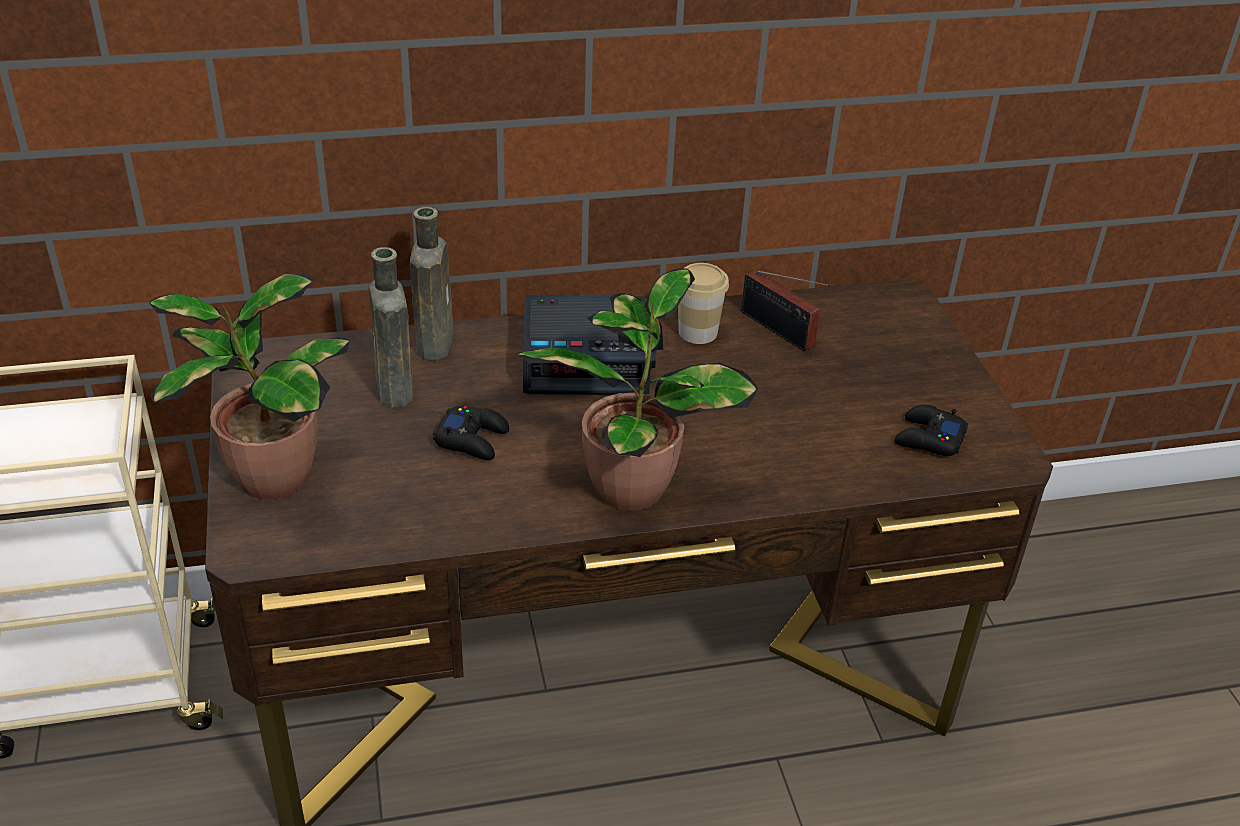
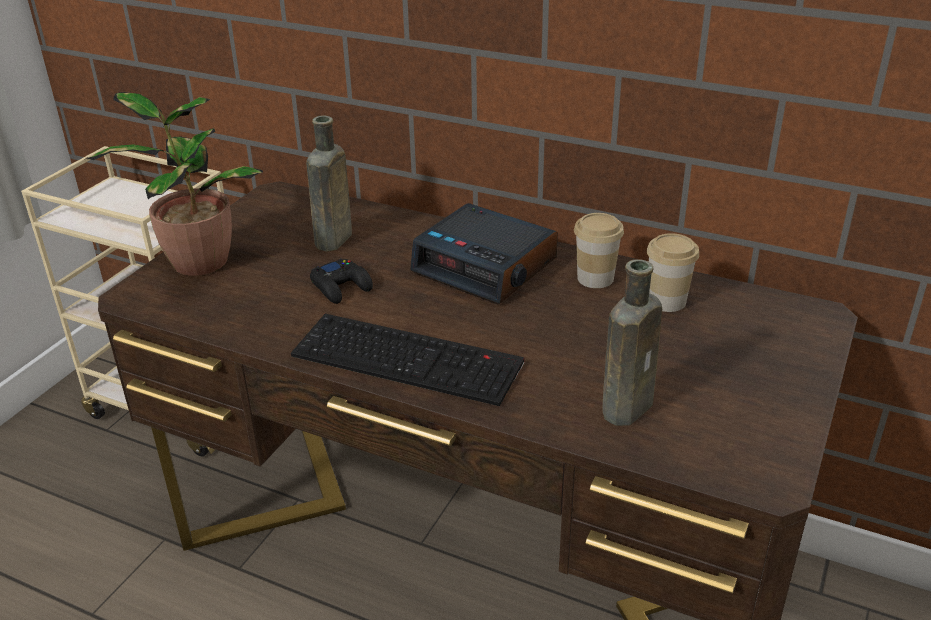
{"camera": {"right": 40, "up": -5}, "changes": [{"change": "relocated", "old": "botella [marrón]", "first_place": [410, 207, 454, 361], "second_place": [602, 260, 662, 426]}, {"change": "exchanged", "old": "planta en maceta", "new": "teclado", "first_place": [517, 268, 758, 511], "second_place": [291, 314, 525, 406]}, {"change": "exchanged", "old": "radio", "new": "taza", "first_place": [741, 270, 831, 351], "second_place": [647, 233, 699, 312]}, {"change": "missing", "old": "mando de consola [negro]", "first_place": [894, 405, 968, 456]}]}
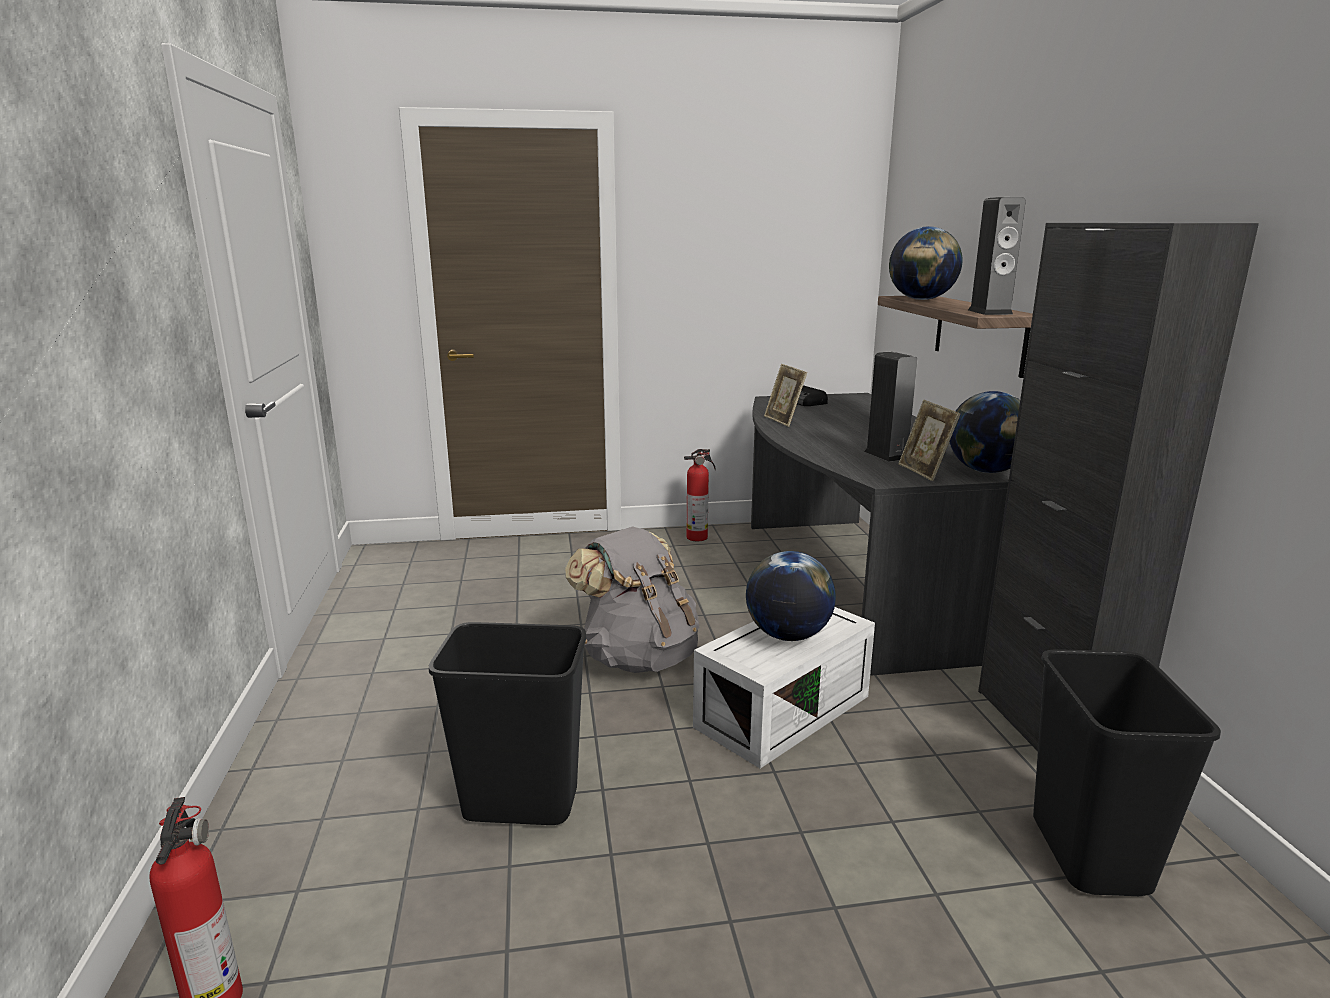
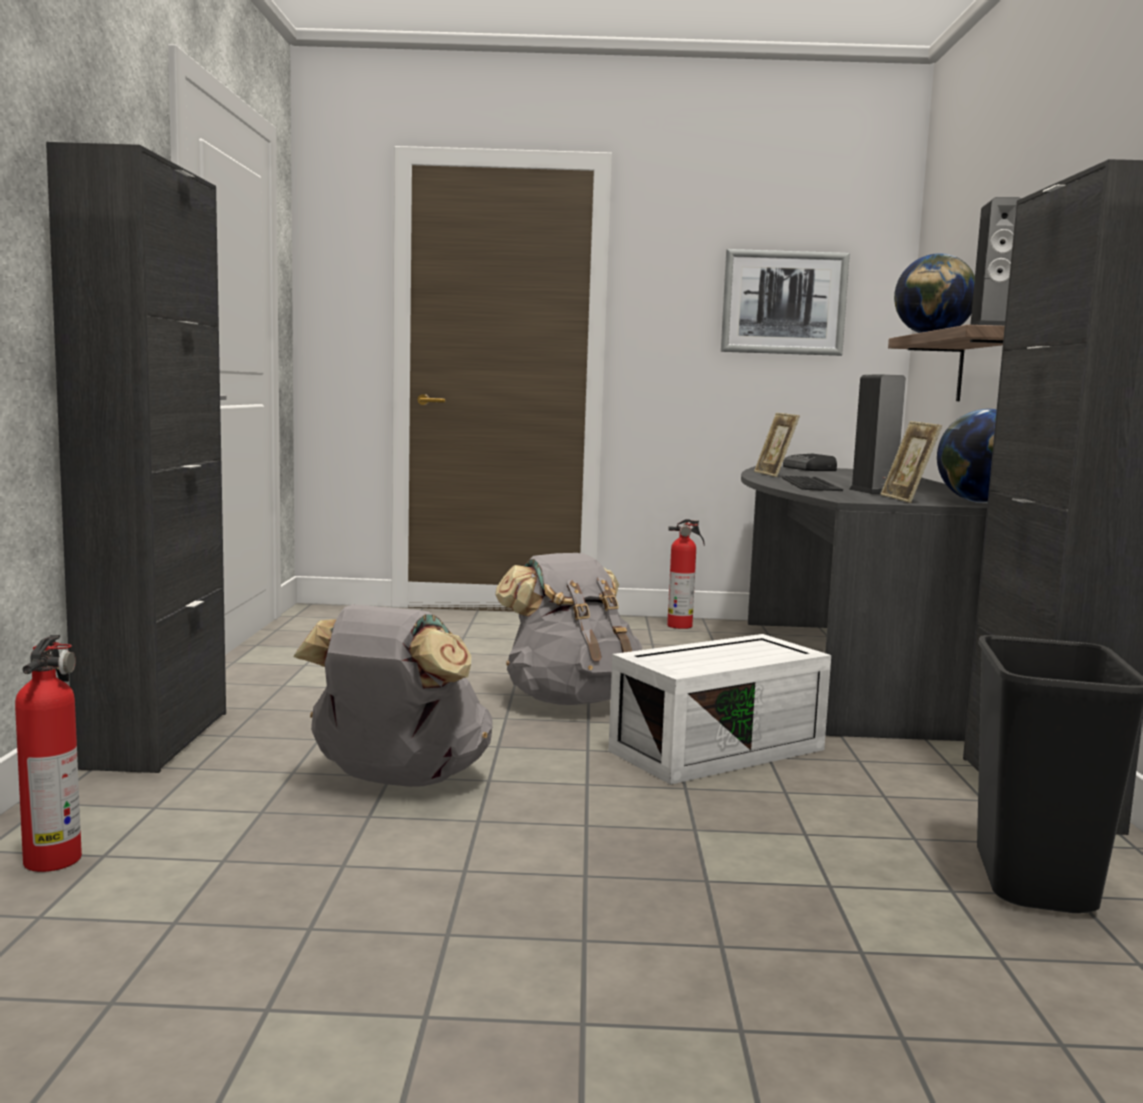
{"camera": {"right": 10, "up": -10}, "changes": [{"change": "missing", "old": "globo terráqueo", "first_place": [746, 551, 836, 641]}, {"change": "exchanged", "old": "papelera [negro]", "new": "mochila [gris]", "first_place": [429, 622, 586, 825], "second_place": [293, 604, 493, 787]}, {"change": "appeared", "new": "armario [negro]", "second_place": [46, 142, 226, 773]}, {"change": "appeared", "new": "cuadro", "second_place": [721, 249, 850, 356]}, {"change": "appeared", "new": "teclado", "second_place": [782, 476, 843, 491]}]}
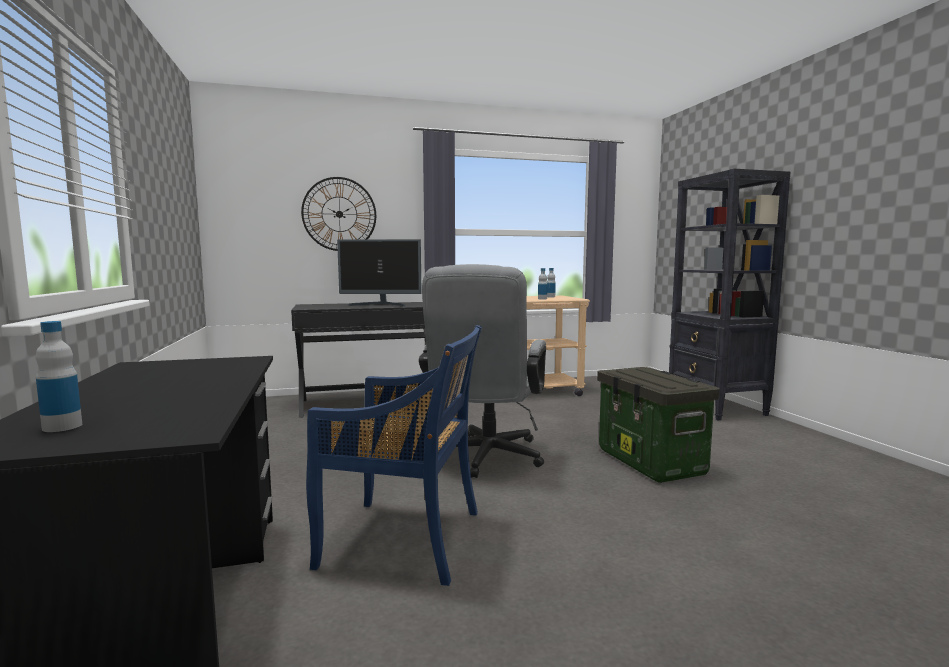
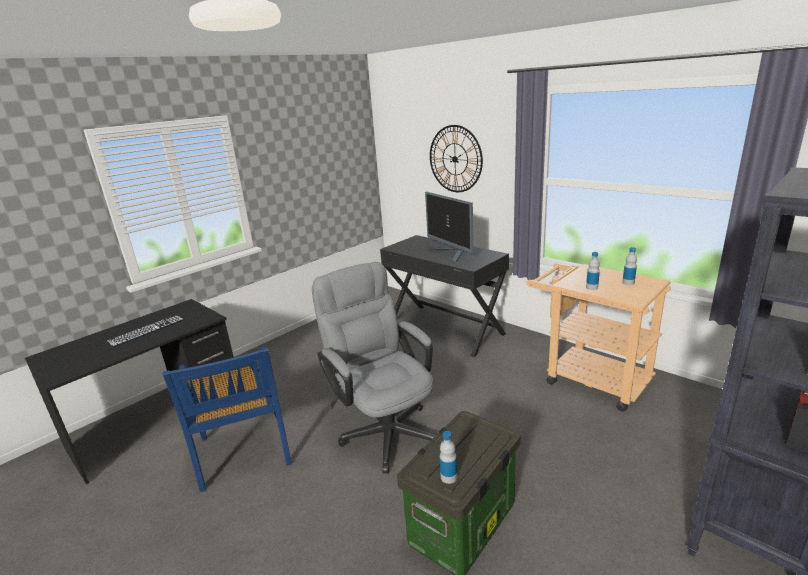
{"camera": {"right": 60, "up": 15}, "changes": [{"change": "spun", "old": "silla de oficina [gris]", "first_place": [419, 264, 546, 478], "second_place": [312, 262, 436, 473], "degrees": 75}, {"change": "relocated", "old": "botella", "first_place": [36, 321, 82, 432], "second_place": [440, 431, 457, 484]}, {"change": "appeared", "new": "teclado", "second_place": [106, 315, 184, 347]}]}
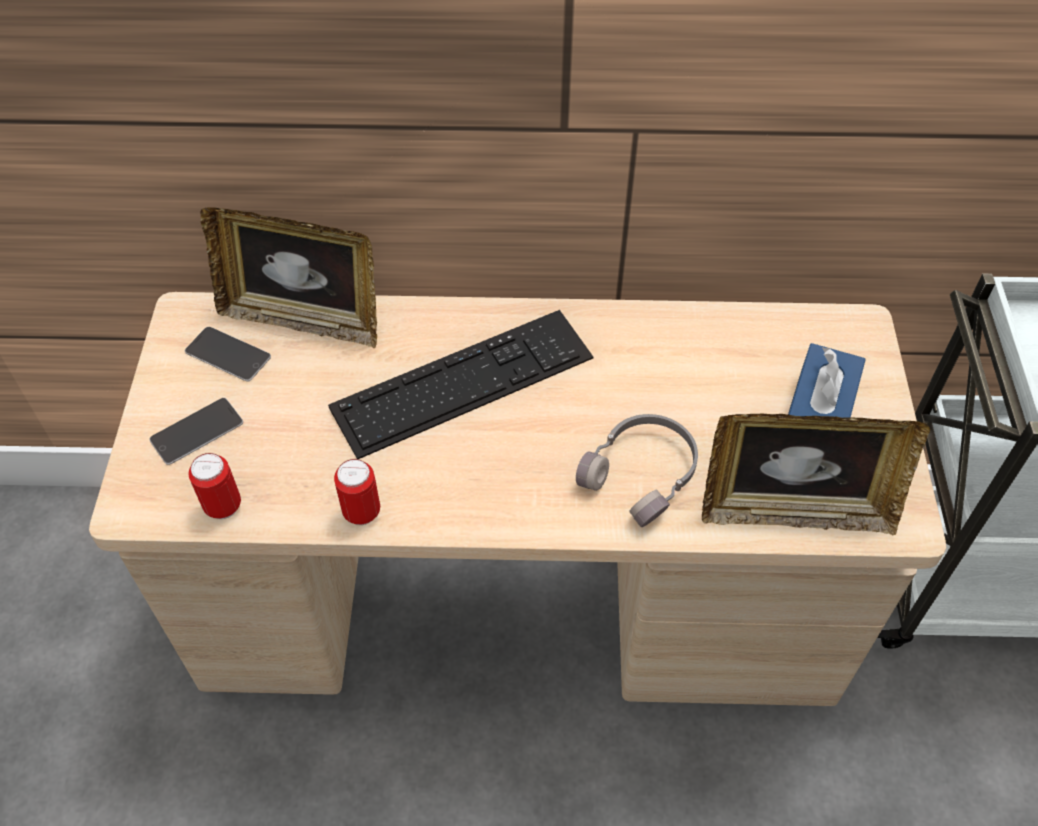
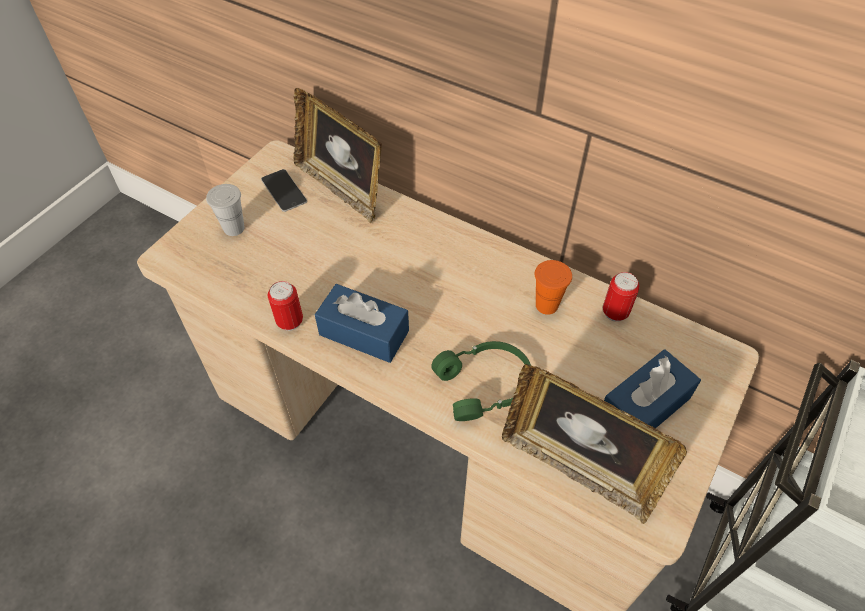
{"camera": {"right": 30, "up": 0}, "changes": [{"change": "missing", "old": "teclado", "first_place": [328, 310, 594, 459]}, {"change": "exchanged", "old": "móvil", "new": "taza [blanco]", "first_place": [149, 398, 243, 465], "second_place": [206, 184, 245, 236]}, {"change": "colour", "old": "auriculares [gris]", "new": "auriculares [verde]", "first_place": [576, 414, 698, 527], "second_place": [431, 341, 531, 421]}, {"change": "relocated", "old": "lata", "first_place": [189, 453, 241, 519], "second_place": [603, 272, 640, 322]}, {"change": "appeared", "new": "taza [naranja]", "second_place": [535, 260, 572, 315]}, {"change": "appeared", "new": "caja de pañuelos [azul]", "second_place": [315, 284, 409, 363]}]}
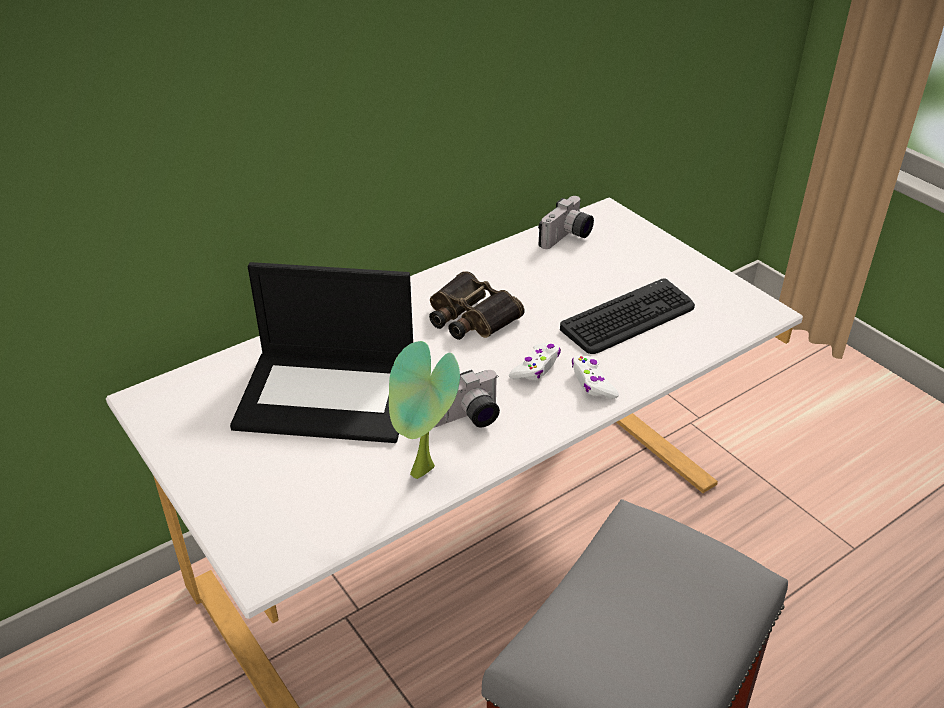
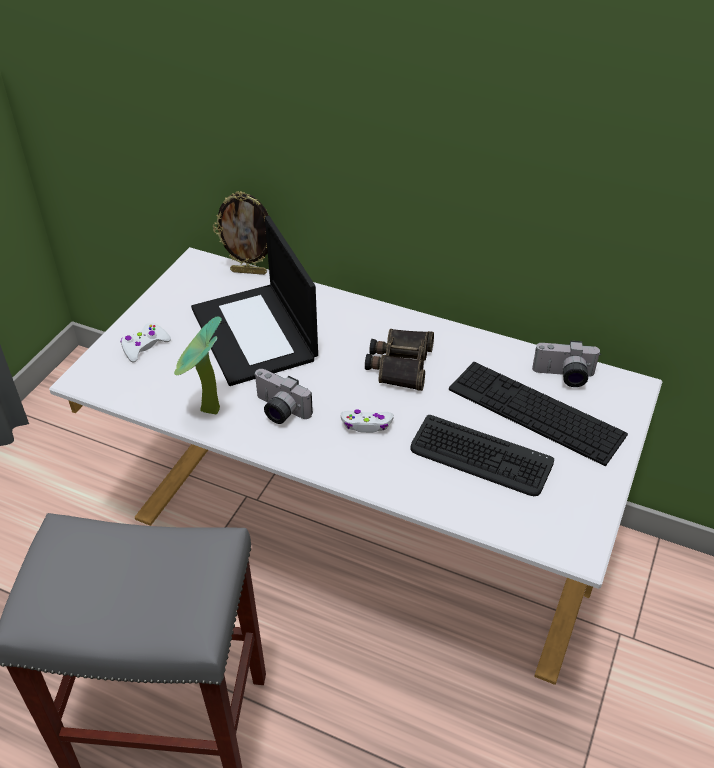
{"camera": {"right": 60, "up": 5}, "changes": [{"change": "relocated", "old": "mando de consola [blanco]", "first_place": [572, 355, 619, 399], "second_place": [121, 323, 171, 362]}, {"change": "appeared", "new": "portarretratos", "second_place": [213, 191, 269, 275]}, {"change": "appeared", "new": "teclado", "second_place": [449, 362, 628, 466]}]}
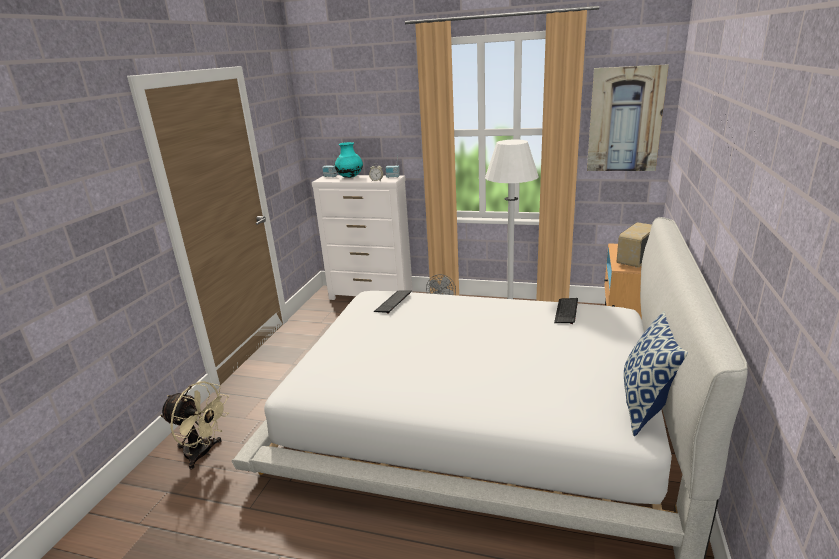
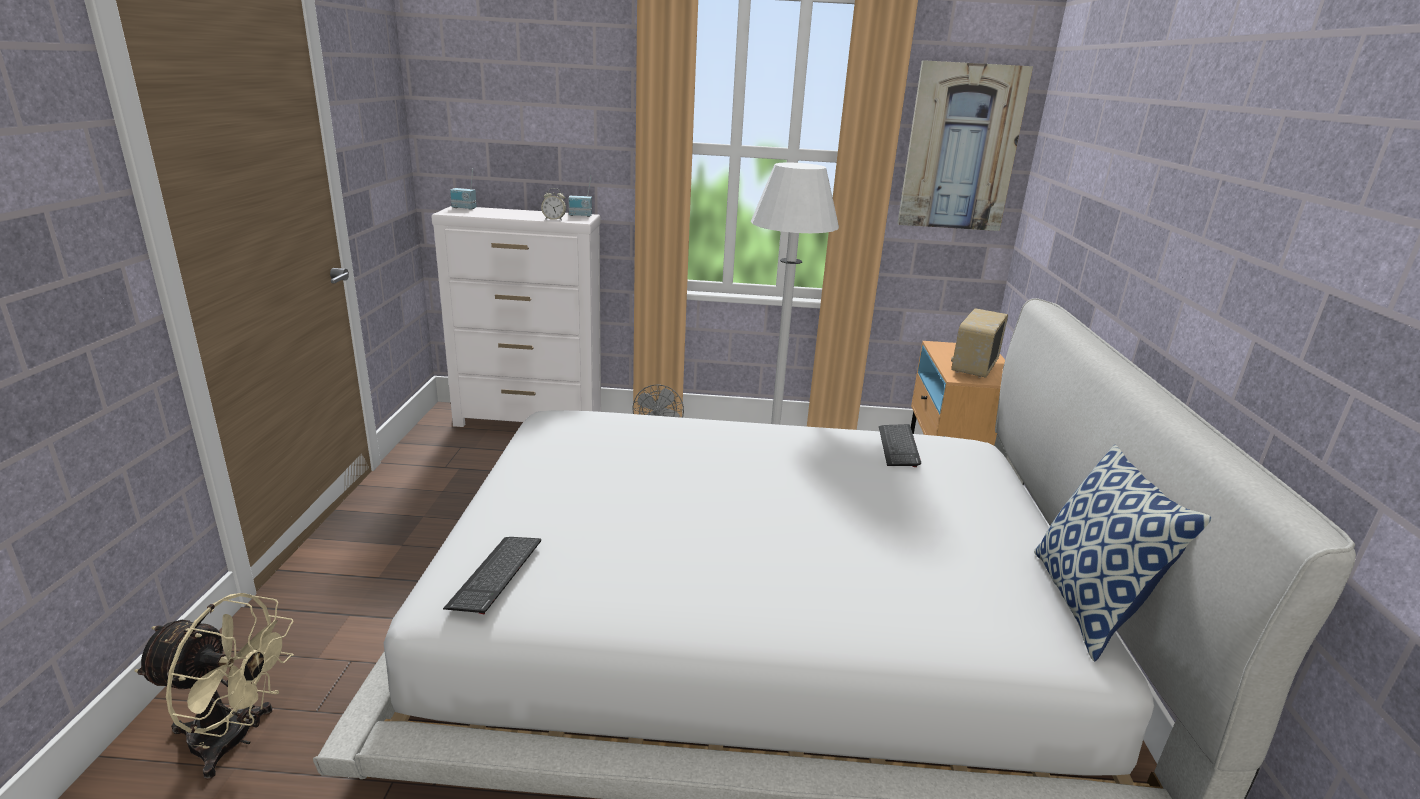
{"camera": {"right": -15, "up": 0}, "changes": [{"change": "missing", "old": "florero [turquesa]", "first_place": [335, 142, 363, 178]}, {"change": "relocated", "old": "teclado", "first_place": [374, 290, 412, 313], "second_place": [443, 537, 541, 614]}]}
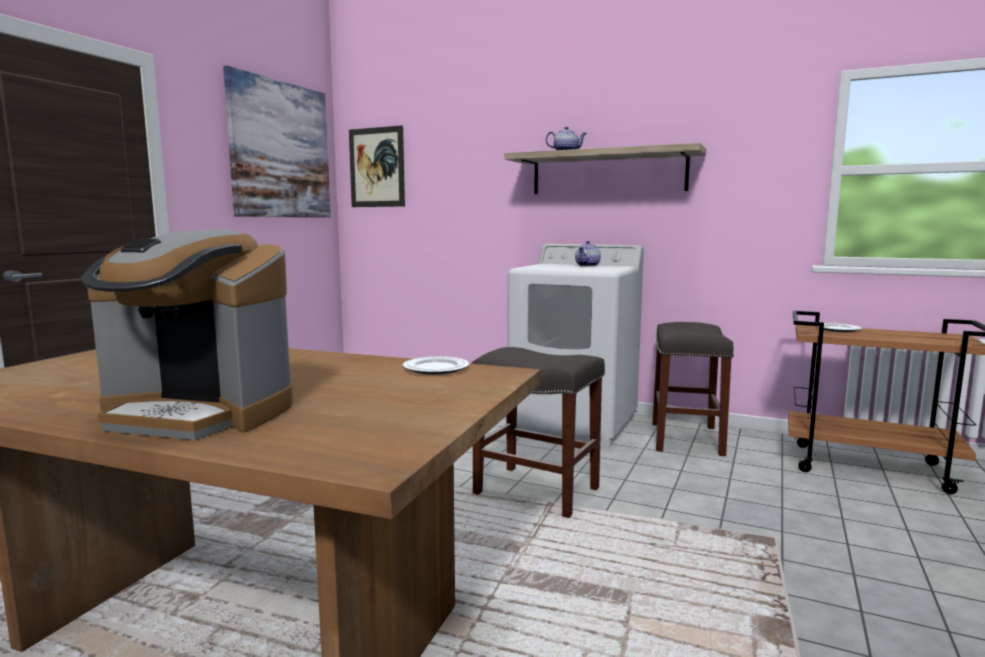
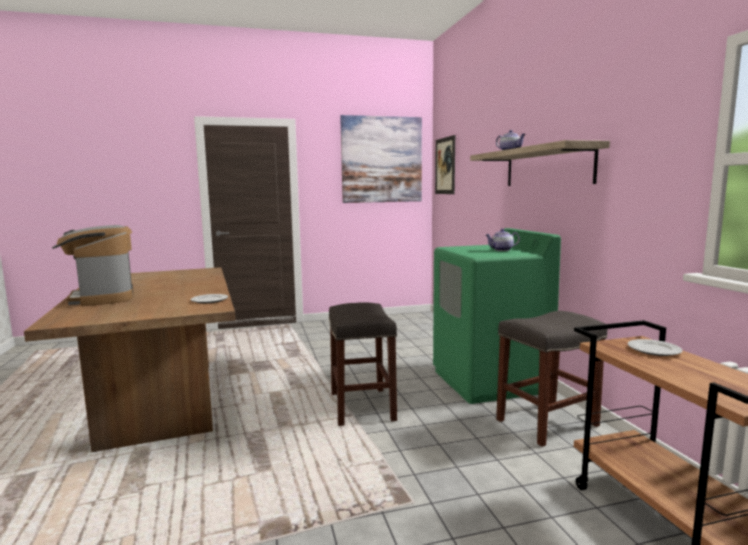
{"camera": {"right": 50, "up": 0}, "changes": [{"change": "colour", "old": "lavadora [blanco]", "new": "lavadora [verde]", "first_place": [507, 244, 644, 448], "second_place": [433, 228, 561, 404]}]}
